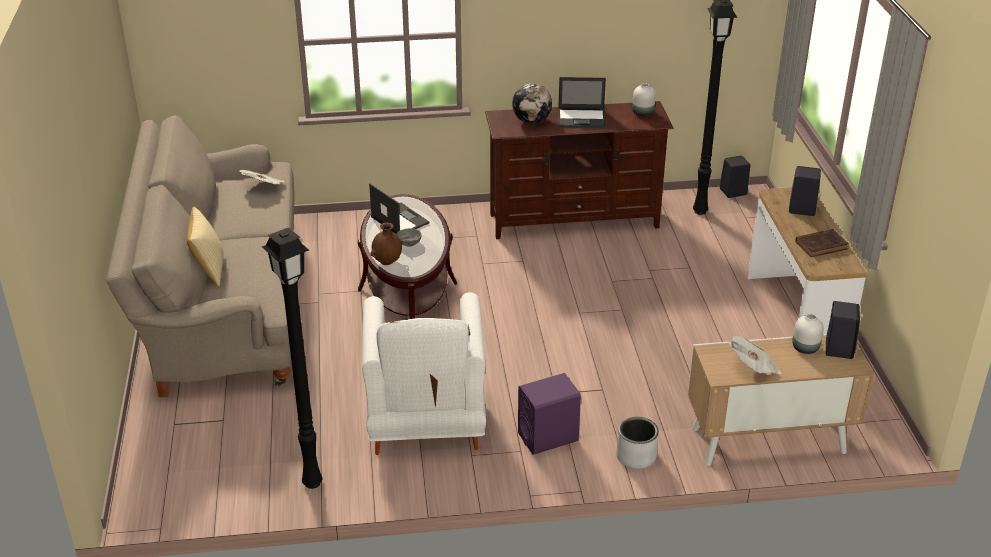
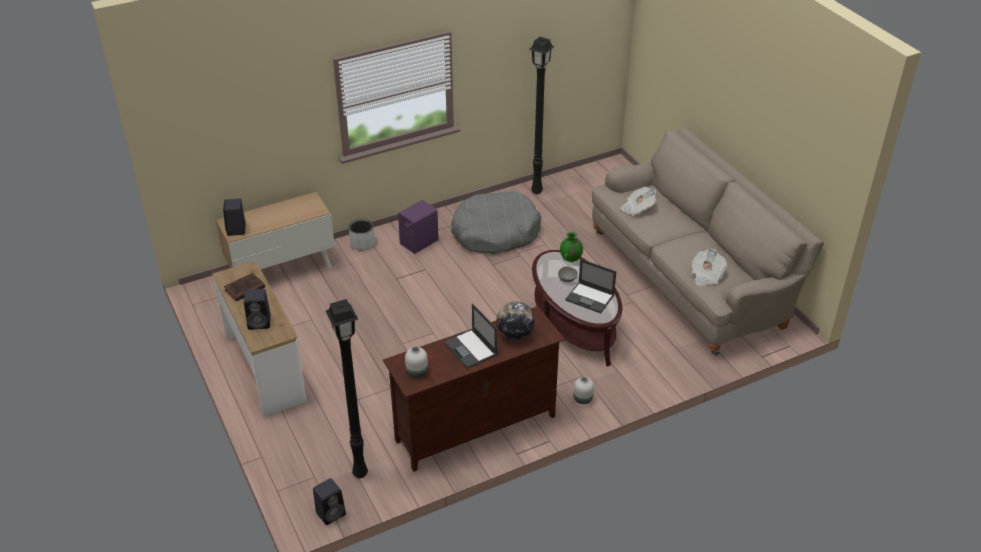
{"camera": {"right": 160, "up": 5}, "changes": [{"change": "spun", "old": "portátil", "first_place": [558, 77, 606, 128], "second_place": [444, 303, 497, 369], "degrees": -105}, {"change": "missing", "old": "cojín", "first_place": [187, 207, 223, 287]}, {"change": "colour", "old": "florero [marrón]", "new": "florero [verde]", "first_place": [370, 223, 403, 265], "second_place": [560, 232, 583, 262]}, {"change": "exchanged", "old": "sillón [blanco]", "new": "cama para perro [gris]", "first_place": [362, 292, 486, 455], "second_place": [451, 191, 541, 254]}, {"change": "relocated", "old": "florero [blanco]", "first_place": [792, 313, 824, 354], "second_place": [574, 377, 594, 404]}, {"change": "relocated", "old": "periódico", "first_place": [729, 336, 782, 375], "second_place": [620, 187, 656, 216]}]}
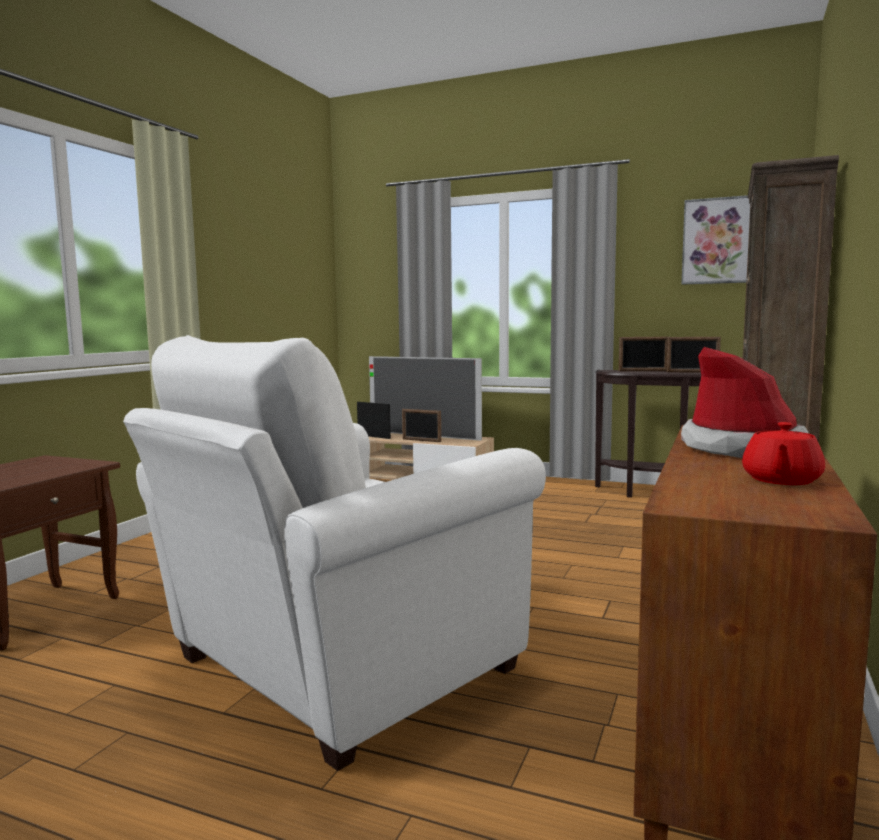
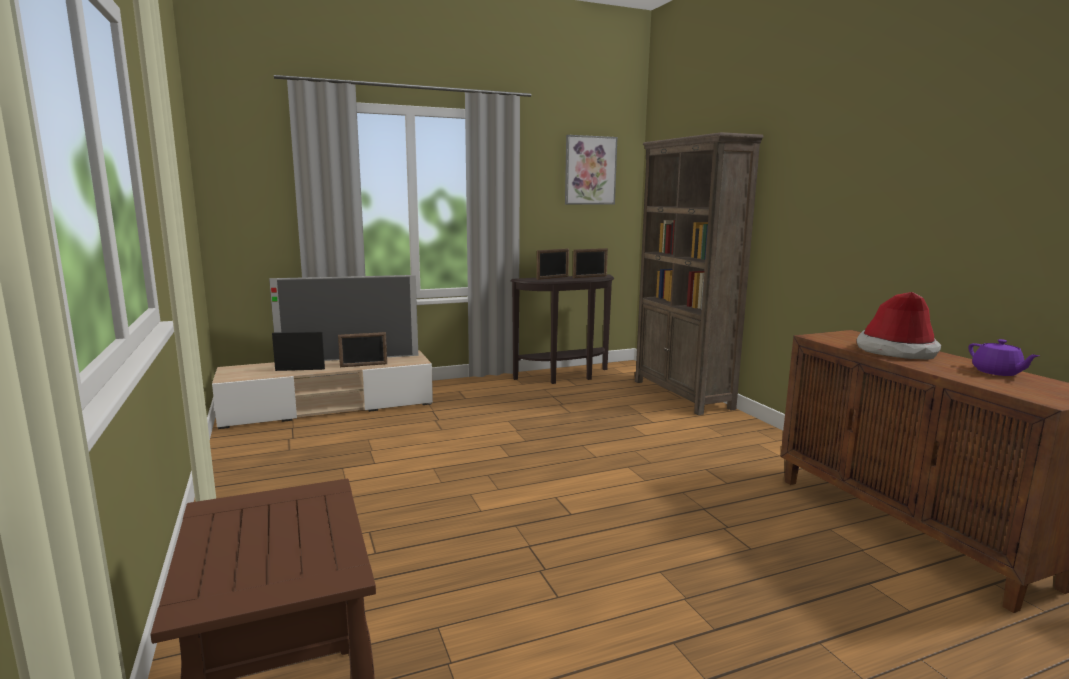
{"camera": {"right": -45, "up": 5}, "changes": [{"change": "missing", "old": "sillón [blanco]", "first_place": [123, 335, 546, 771]}, {"change": "colour", "old": "tetera [rojo]", "new": "tetera [morado]", "first_place": [742, 422, 825, 485], "second_place": [969, 339, 1039, 376]}]}
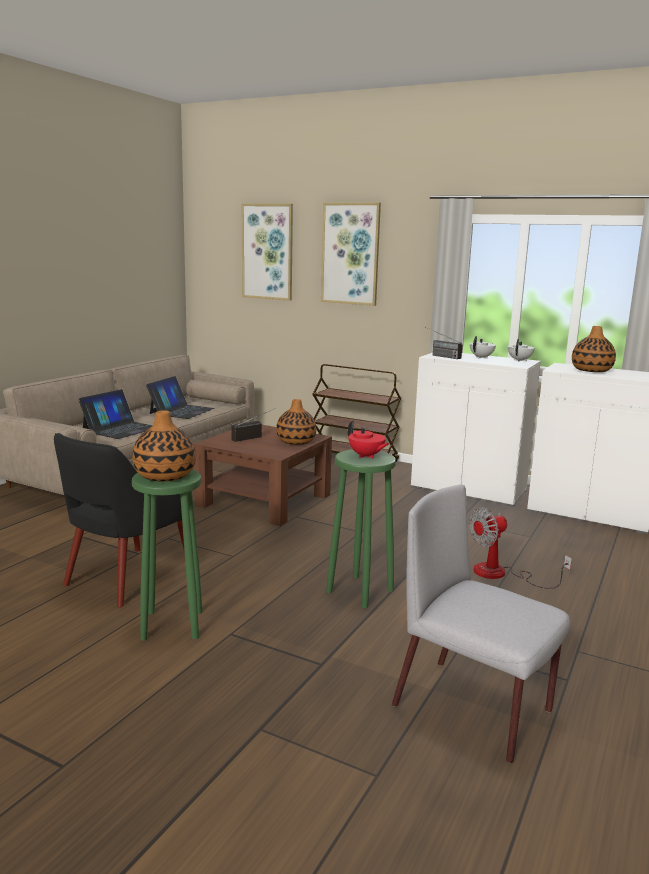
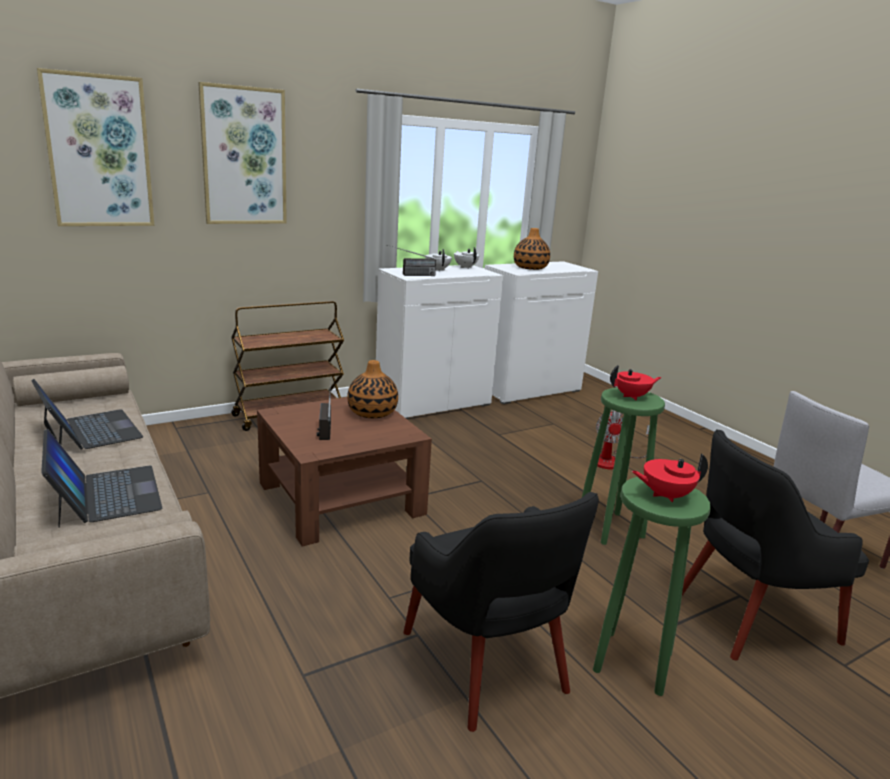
{"camera": {"right": -60, "up": 5}, "changes": [{"change": "exchanged", "old": "florero", "new": "tetera [rojo]", "first_place": [132, 410, 196, 481], "second_place": [632, 453, 708, 502]}, {"change": "appeared", "new": "sillón [negro]", "second_place": [682, 429, 869, 660]}]}
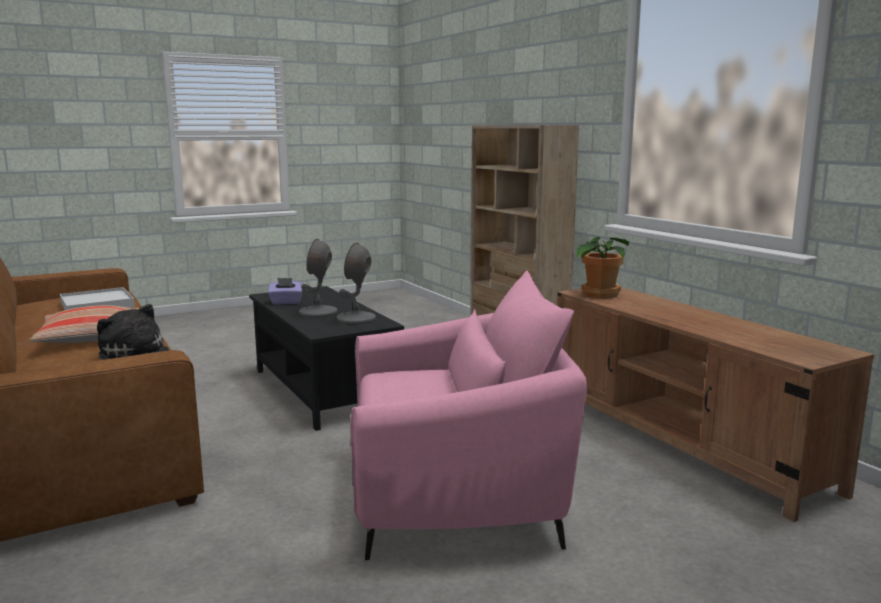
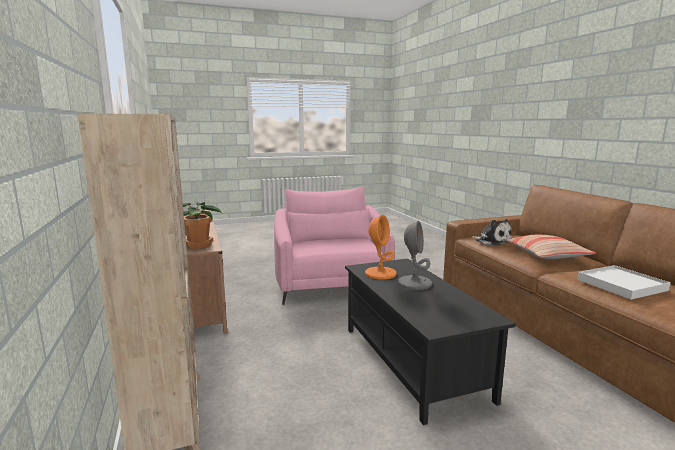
{"camera": {"right": -170, "up": 0}, "changes": [{"change": "colour", "old": "lámpara de mesa [gris]", "new": "lámpara de mesa [naranja]", "first_place": [336, 243, 376, 324], "second_place": [365, 215, 397, 280]}, {"change": "spun", "old": "sillón [rosa]", "first_place": [350, 271, 587, 561], "second_place": [274, 186, 395, 305], "degrees": 75}, {"change": "missing", "old": "caja de pañuelos [morado]", "first_place": [268, 278, 303, 305]}]}
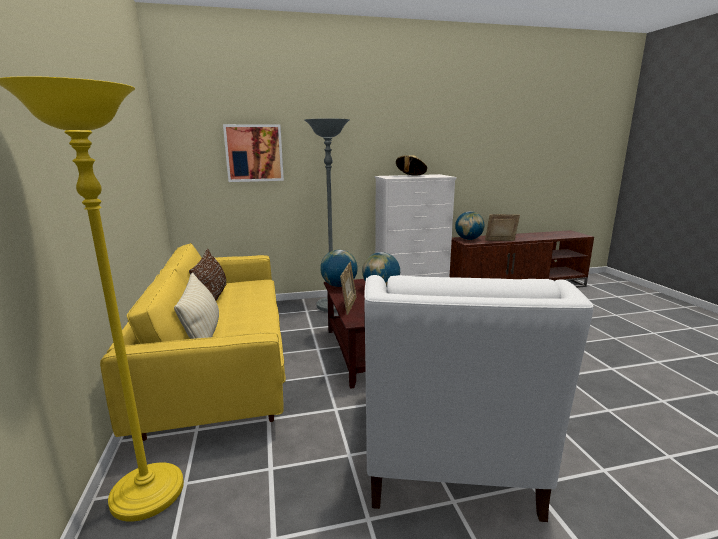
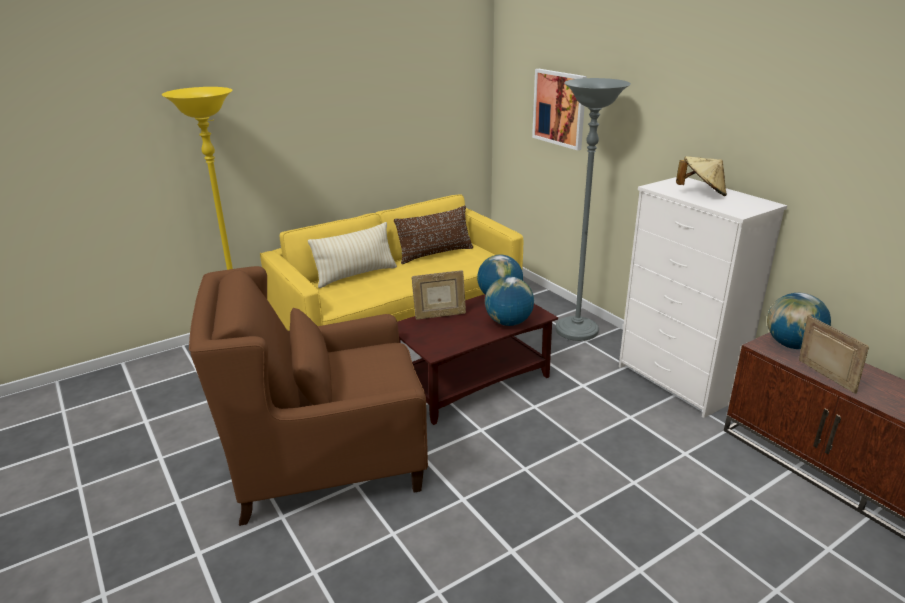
{"camera": {"right": 70, "up": 10}, "changes": [{"change": "colour", "old": "sillón [blanco]", "new": "sillón [marrón]", "first_place": [364, 275, 594, 522], "second_place": [189, 266, 428, 526]}]}
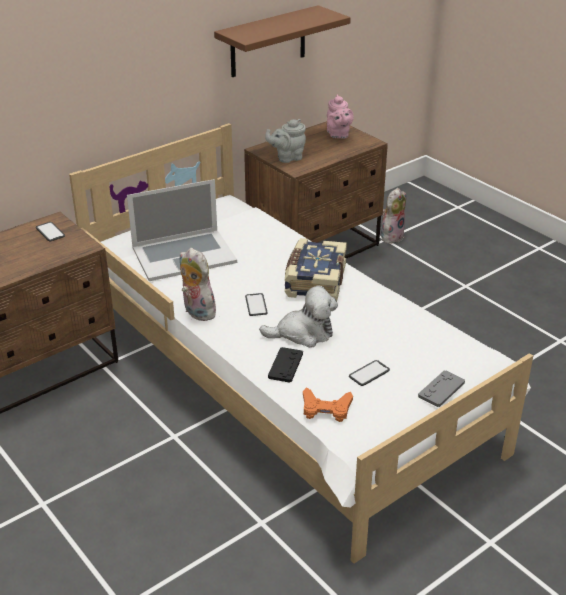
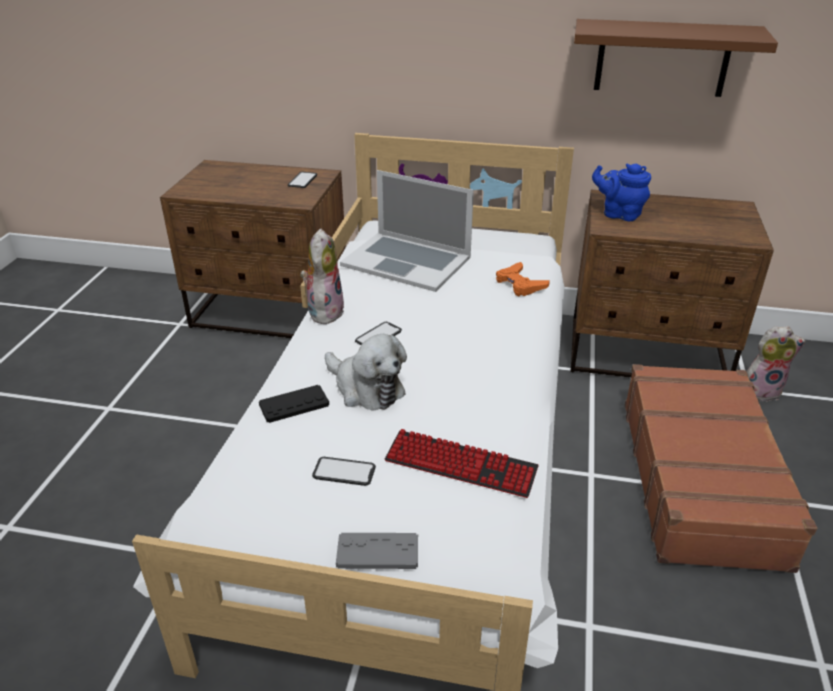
{"camera": {"right": 50, "up": 0}, "changes": [{"change": "missing", "old": "tetera [rosa]", "first_place": [327, 94, 354, 139]}, {"change": "colour", "old": "tetera [gris]", "new": "tetera [azul]", "first_place": [265, 119, 306, 163], "second_place": [592, 164, 651, 221]}, {"change": "missing", "old": "libro", "first_place": [284, 238, 347, 301]}, {"change": "relocated", "old": "mando de consola [naranja]", "first_place": [303, 388, 353, 422], "second_place": [496, 262, 550, 296]}, {"change": "appeared", "new": "maleta [marrón]", "second_place": [625, 364, 817, 573]}, {"change": "appeared", "new": "teclado", "second_place": [385, 429, 539, 498]}]}
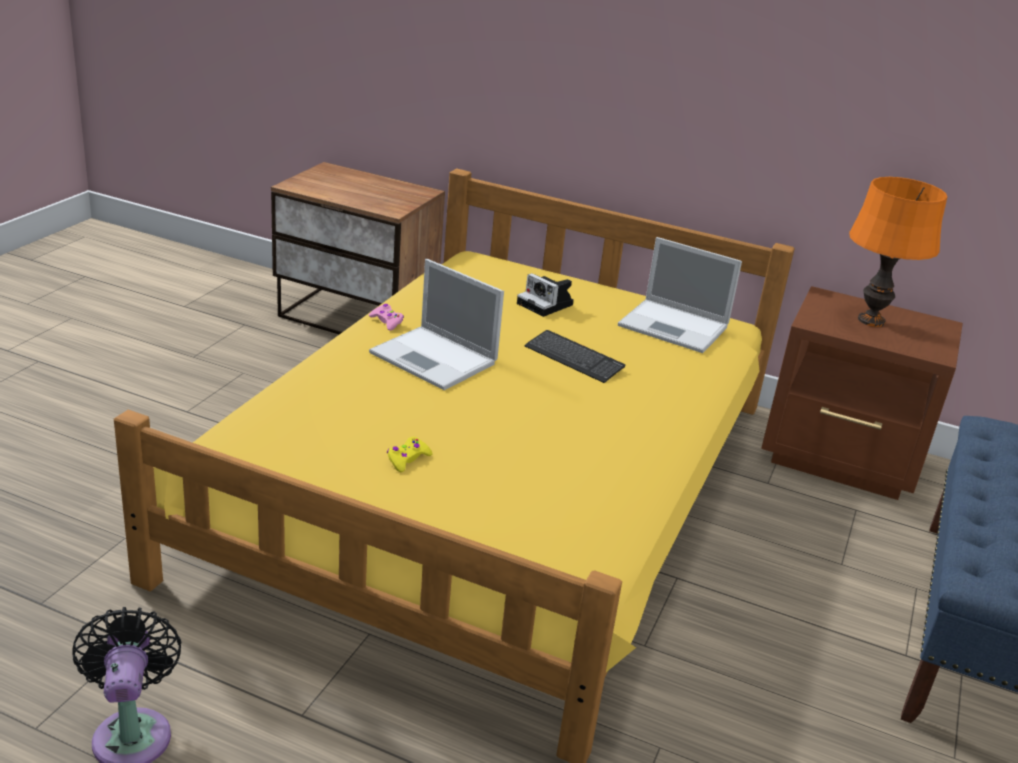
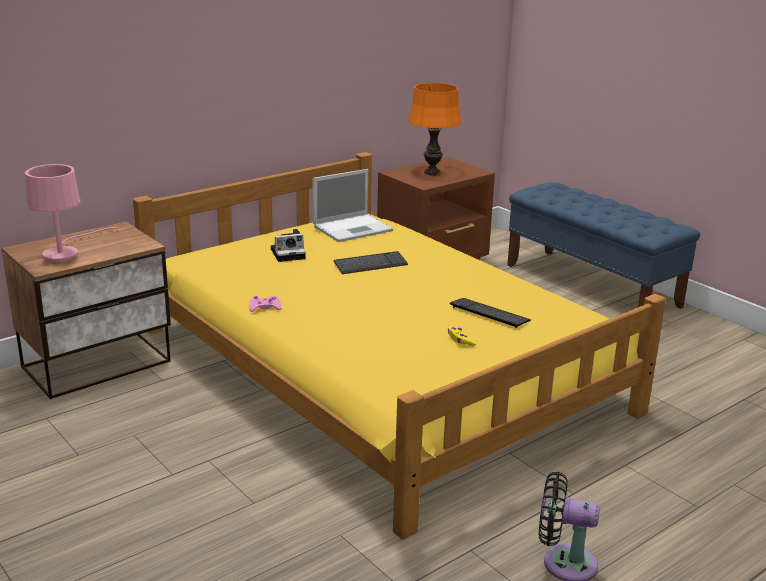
{"camera": {"right": -60, "up": -5}, "changes": [{"change": "missing", "old": "portátil", "first_place": [369, 259, 504, 390]}, {"change": "appeared", "new": "lámpara de mesa [rosa]", "second_place": [25, 164, 118, 263]}, {"change": "appeared", "new": "teclado", "second_place": [450, 298, 531, 328]}]}
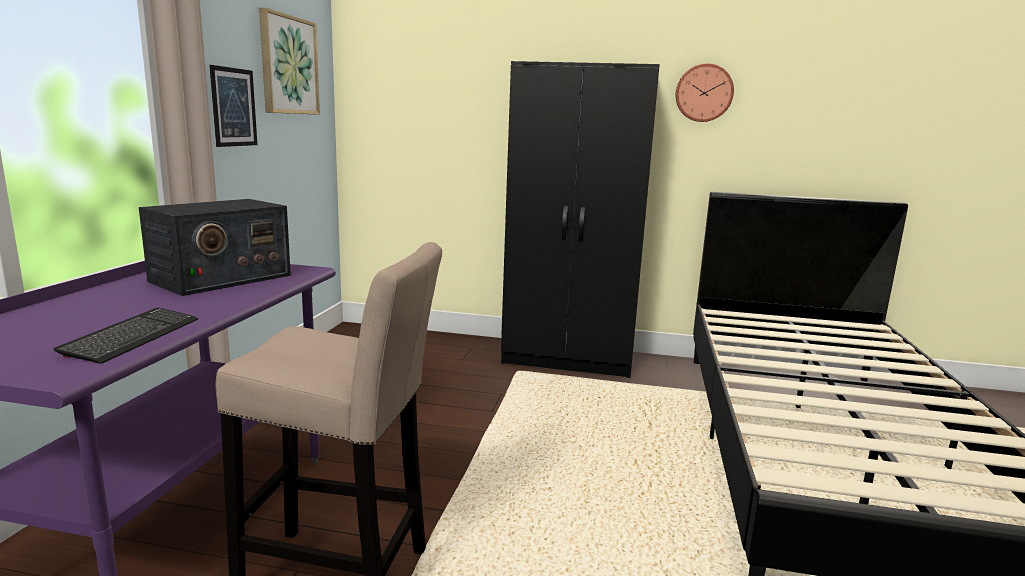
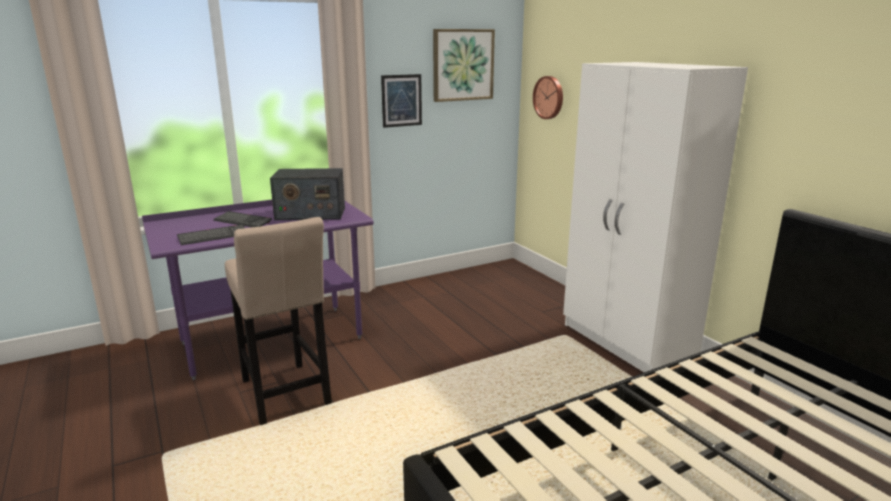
{"camera": {"right": 50, "up": 5}, "changes": [{"change": "colour", "old": "armario ropero [negro]", "new": "armario ropero [blanco]", "first_place": [501, 61, 660, 378], "second_place": [563, 62, 748, 372]}, {"change": "relocated", "old": "reloj de pared", "first_place": [675, 63, 734, 122], "second_place": [533, 76, 563, 119]}, {"change": "appeared", "new": "teclado", "second_place": [213, 211, 272, 227]}]}
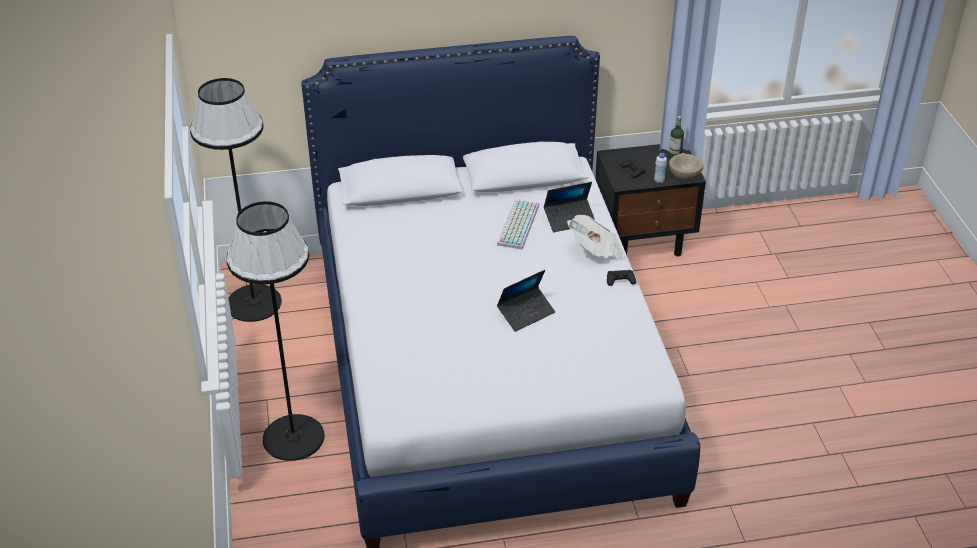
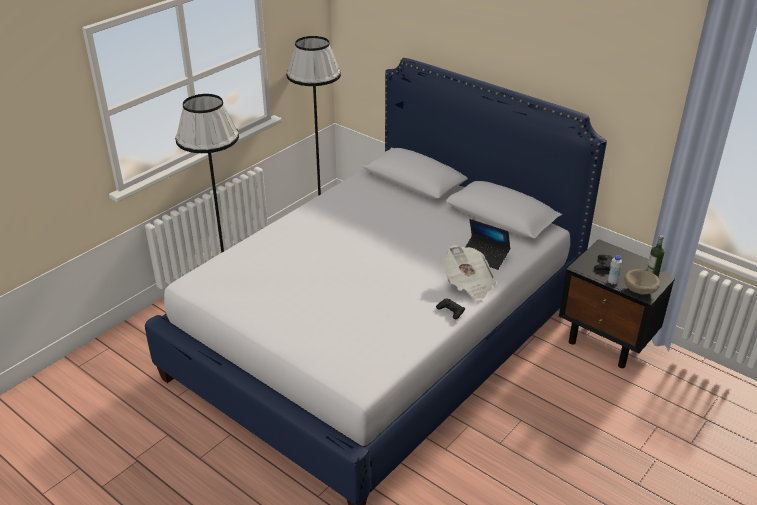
{"camera": {"right": 50, "up": -5}, "changes": [{"change": "missing", "old": "teclado", "first_place": [497, 199, 539, 250]}, {"change": "missing", "old": "portátil", "first_place": [497, 270, 555, 332]}]}
